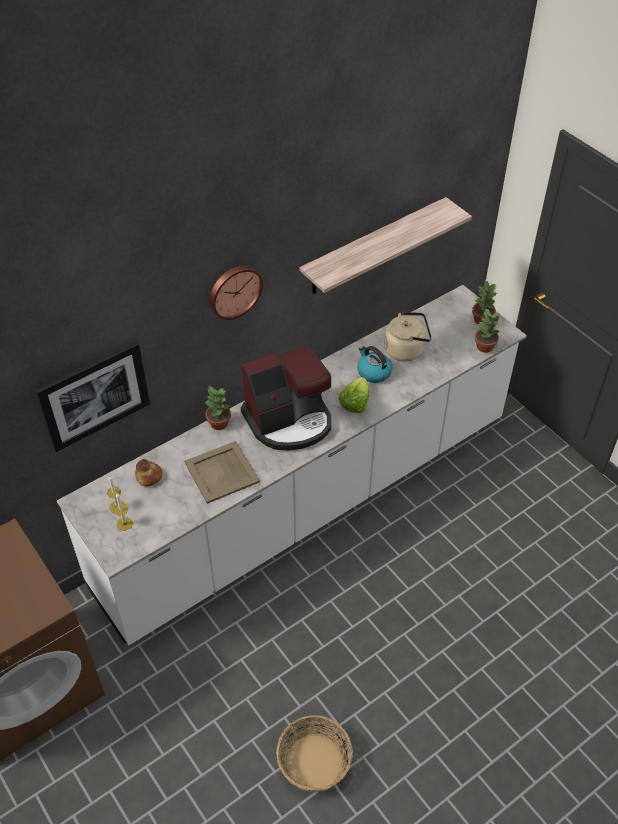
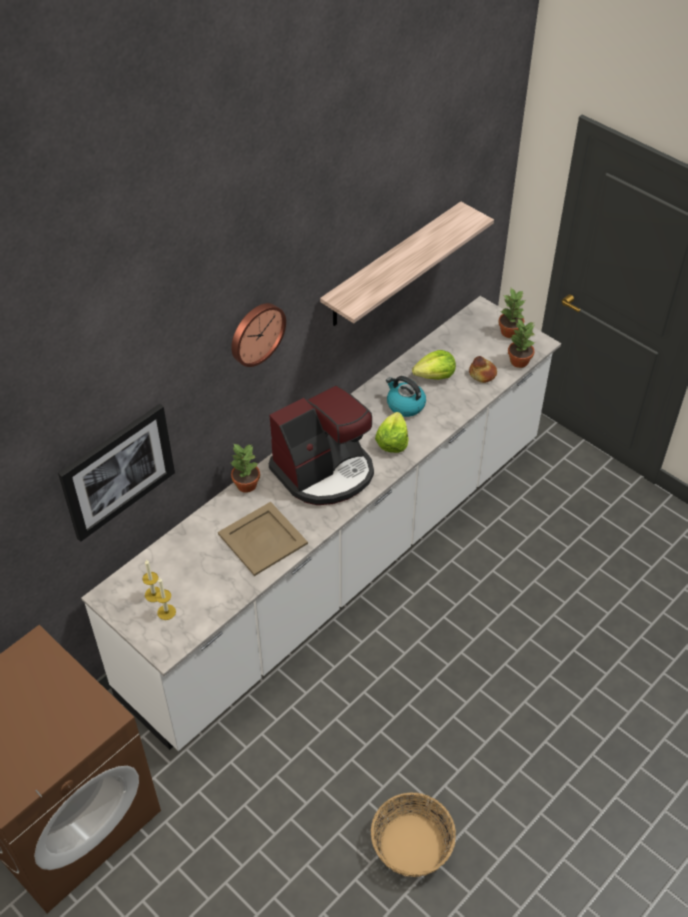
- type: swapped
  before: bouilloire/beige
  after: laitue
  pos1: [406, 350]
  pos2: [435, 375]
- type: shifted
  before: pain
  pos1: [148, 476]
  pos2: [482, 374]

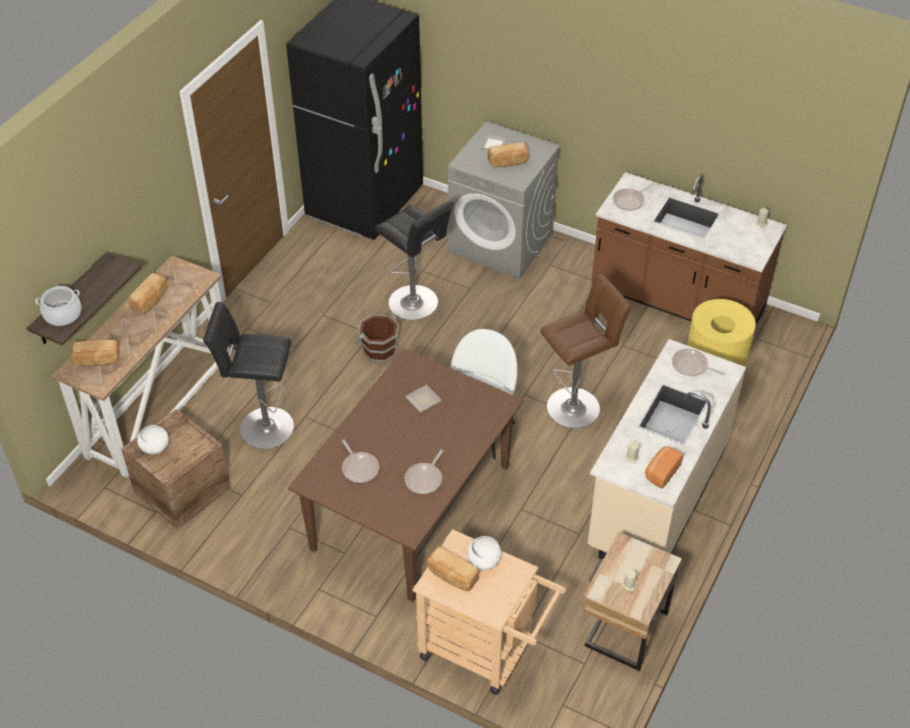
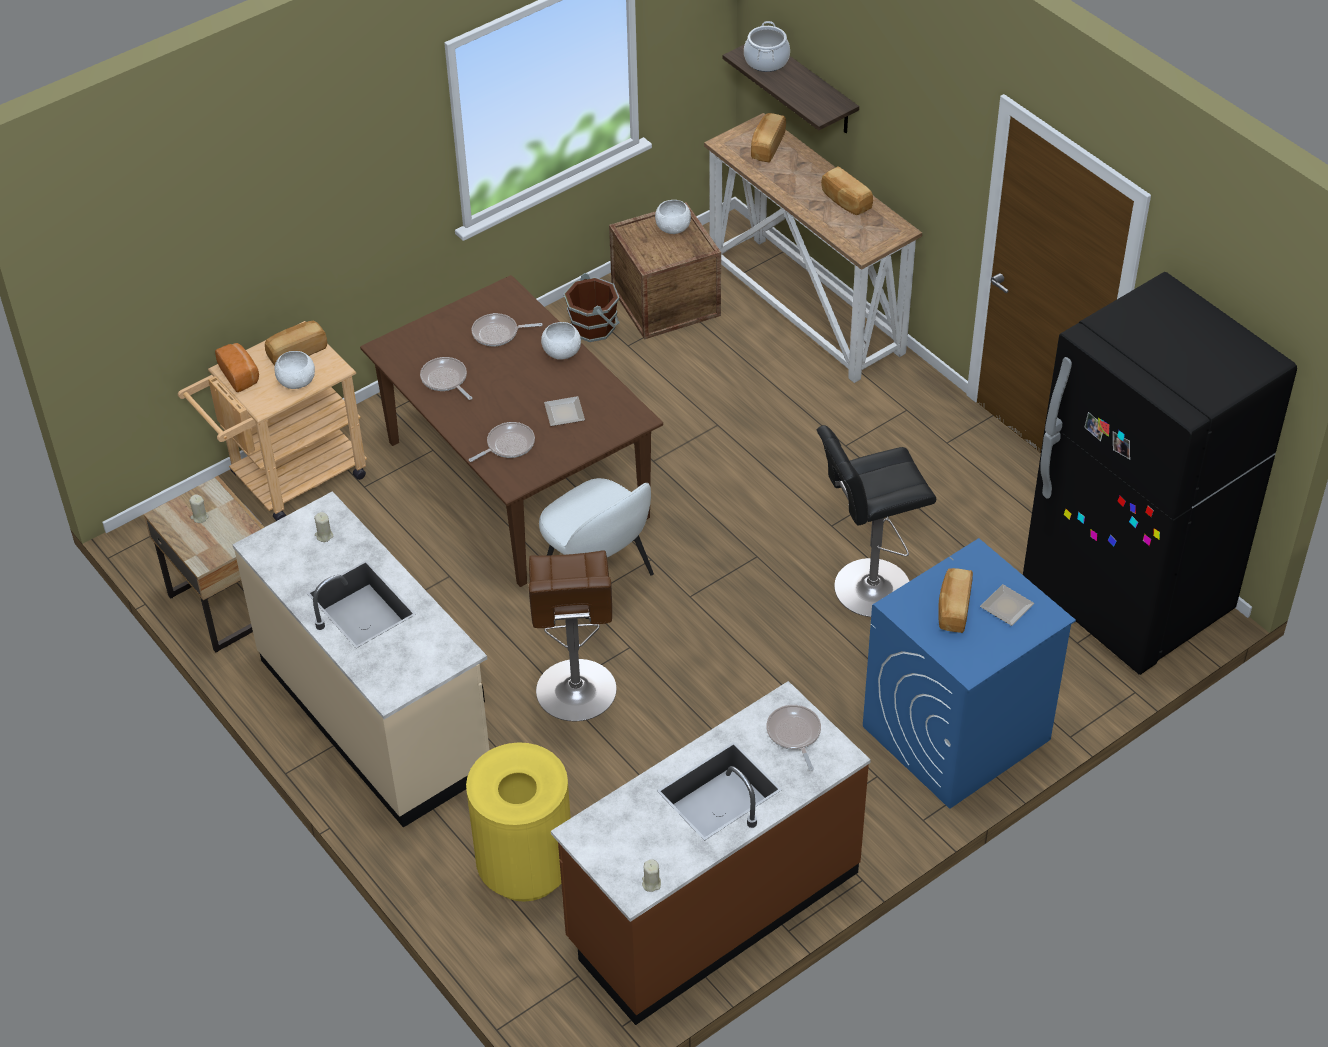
- type: repainted
  before: lave-linge/gris
  after: lave-linge/bleu
  pos1: [501, 243]
  pos2: [955, 734]
- type: gone
  before: tabouret/noir
  pos1: [262, 427]
- type: shifted
  before: seau/marron
  pos1: [379, 350]
  pos2: [593, 326]
- type: shifted
  before: poêle
  pos1: [691, 366]
  pos2: [508, 445]
- type: shifted
  before: pain
  pos1: [661, 472]
  pos2: [240, 375]
- type: new
  after: bol/blanc
  pos2: [561, 352]

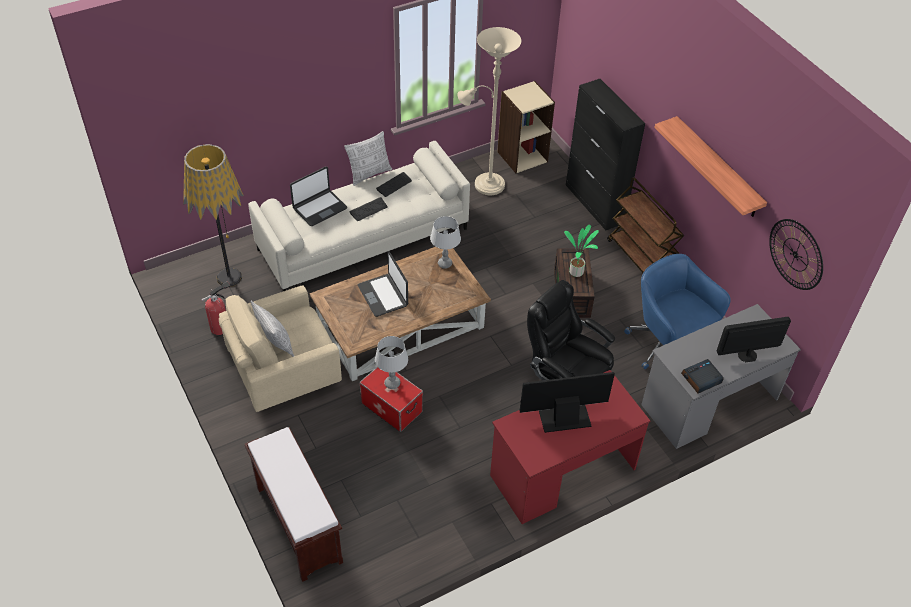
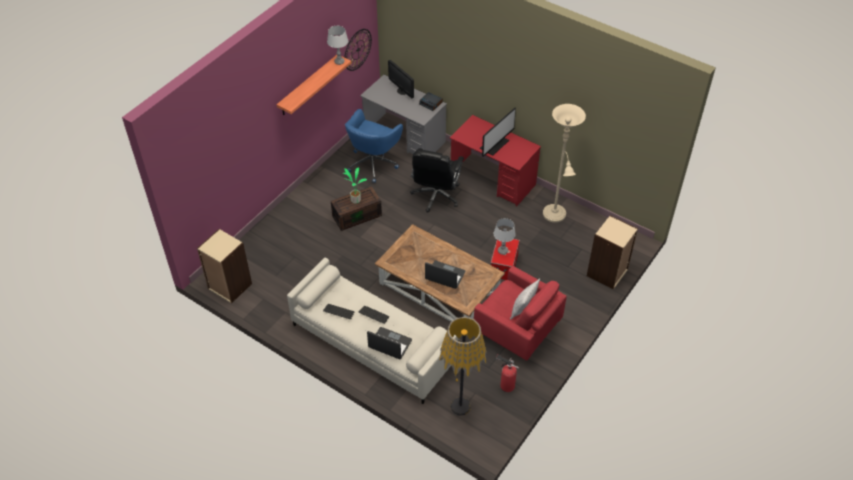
- type: shifted
  before: lampadaire/beige
  pos1: [485, 184]
  pos2: [555, 216]
- type: gone
  before: meuble de rangement/noir
  pos1: [595, 204]
- type: gone
  before: coussin
  pos1: [369, 174]
- type: gone
  before: chariot/marron
  pos1: [640, 258]
- type: shifted
  before: lampe de table/gris
  pos1: [445, 264]
  pos2: [339, 62]
- type: rotated
  before: ordinateur portable
  pos1: [383, 295]
  pos2: [445, 276]
  turn: -105
- type: repainted
  before: fauteuil/beige
  after: fauteuil/rouge
  pos1: [283, 372]
  pos2: [517, 330]
- type: rotated
  before: écran d'ordinateur
  pos1: [564, 417]
  pos2: [494, 144]
  turn: -105
- type: swapped
  before: banc/marron
  after: bibliothèque/beige
  pos1: [297, 524]
  pos2: [607, 273]

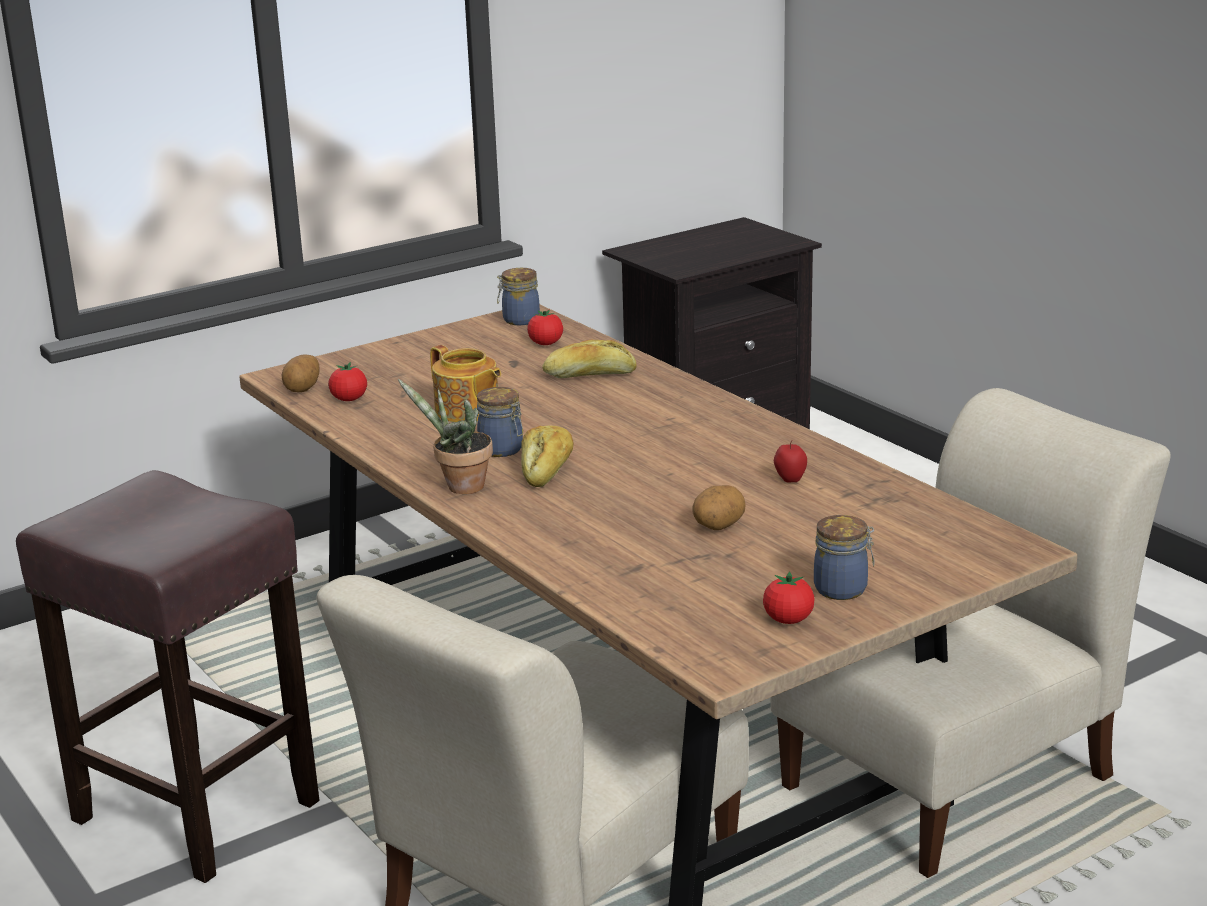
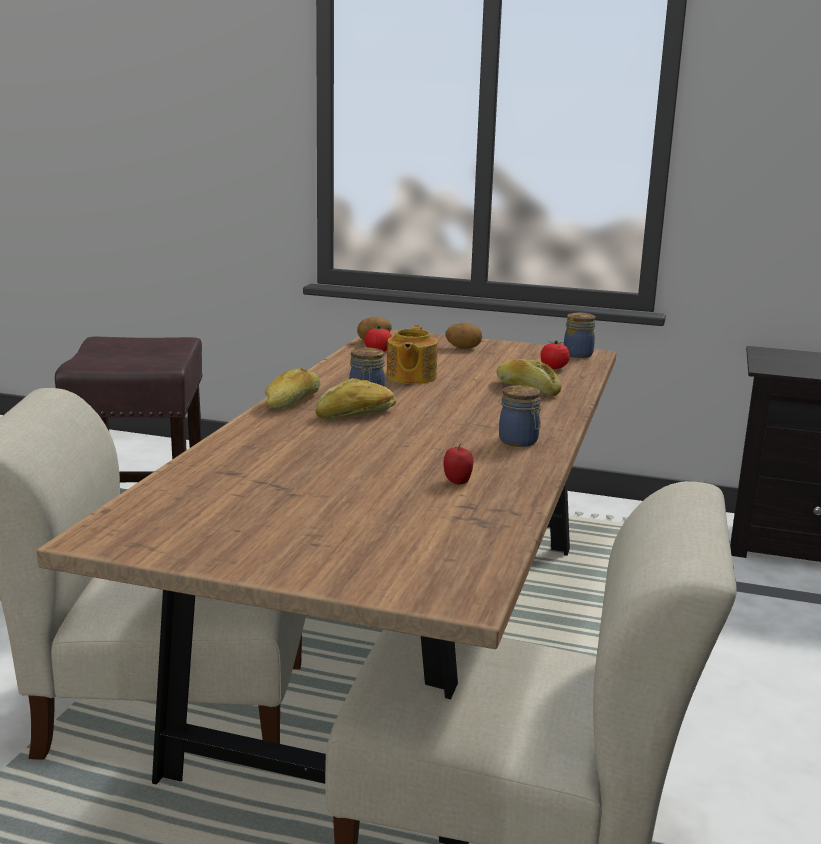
- type: swapped
  before: plante en pot
  after: pain
  pos1: [459, 487]
  pos2: [293, 402]
- type: shifted
  before: pomme de terre
  pos1: [718, 527]
  pos2: [463, 348]
- type: shifted
  before: bocal
  pos1: [843, 589]
  pos2: [519, 441]
- type: gone
  before: tomate
  pos1: [788, 620]

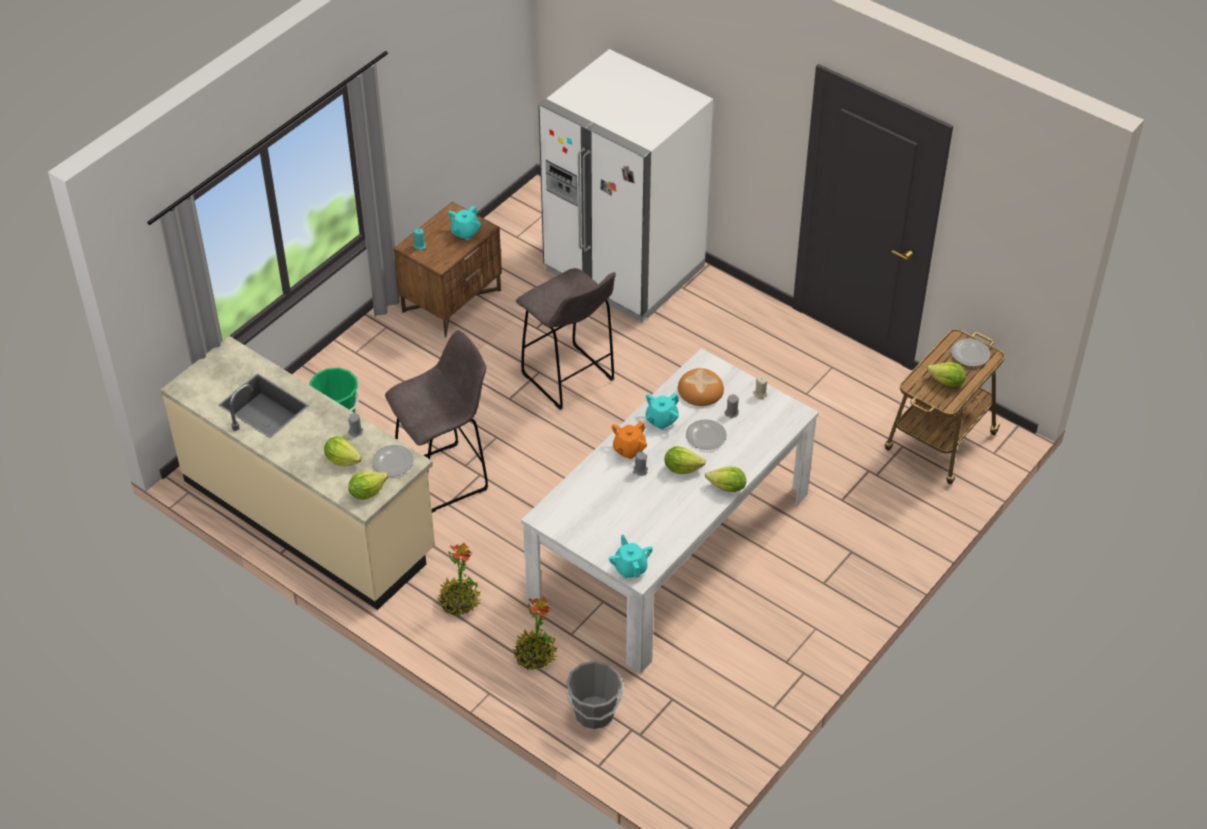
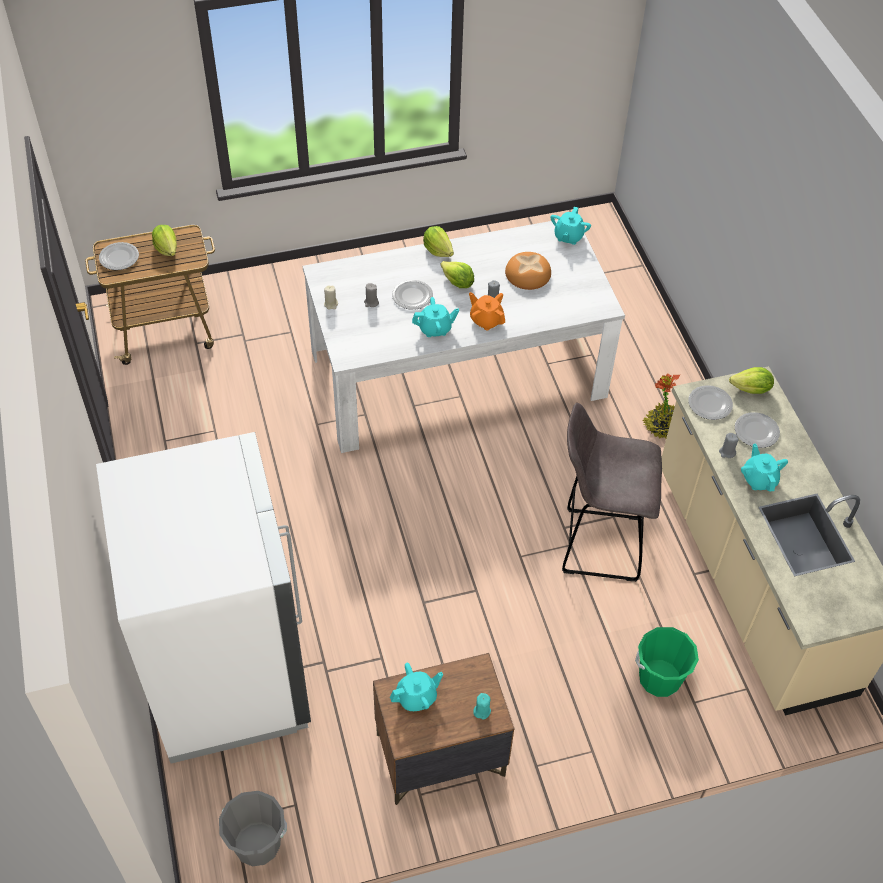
- type: gone
  before: tabouret/gris
  pos1: [569, 378]
- type: shifted
  before: pain
  pos1: [701, 390]
  pos2: [527, 273]
- type: rotated
  before: théière/orange
  pos1: [629, 449]
  pos2: [486, 320]
  turn: -120
- type: swapped
  before: laitue
  after: assiette
  pos1: [342, 459]
  pos2: [756, 432]
- type: gone
  before: plante en pot
  pos1: [534, 656]
- type: shifted
  before: seau/gris
  pos1: [594, 713]
  pos2: [257, 843]
- type: new
  after: théière/turquoise
  pos2: [759, 479]

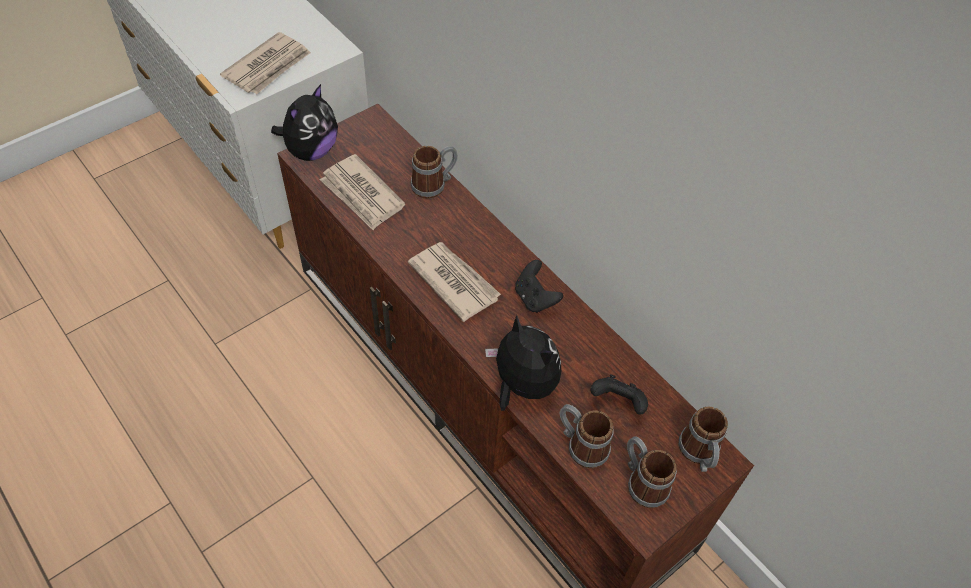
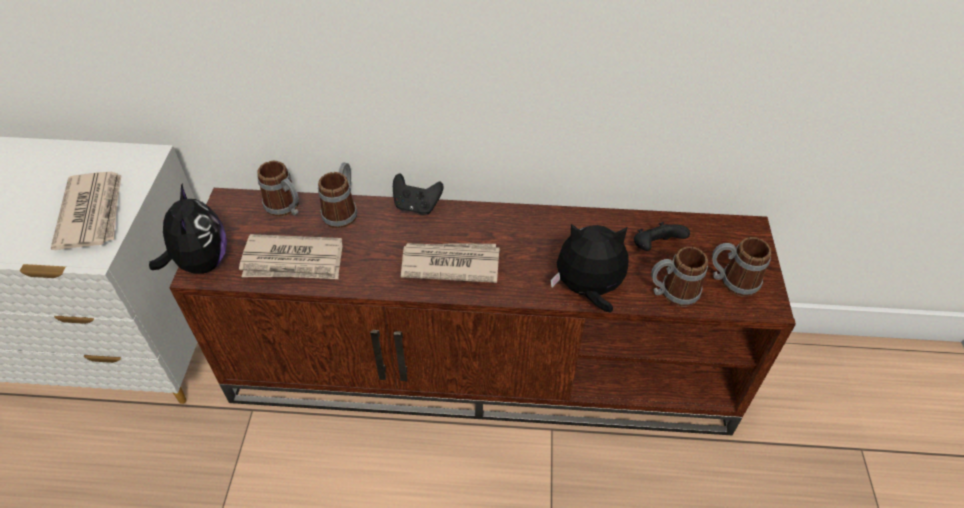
- type: shifted
  before: manette/noir
  pos1: [535, 298]
  pos2: [416, 206]
- type: shifted
  before: mug
  pos1: [699, 454]
  pos2: [286, 208]

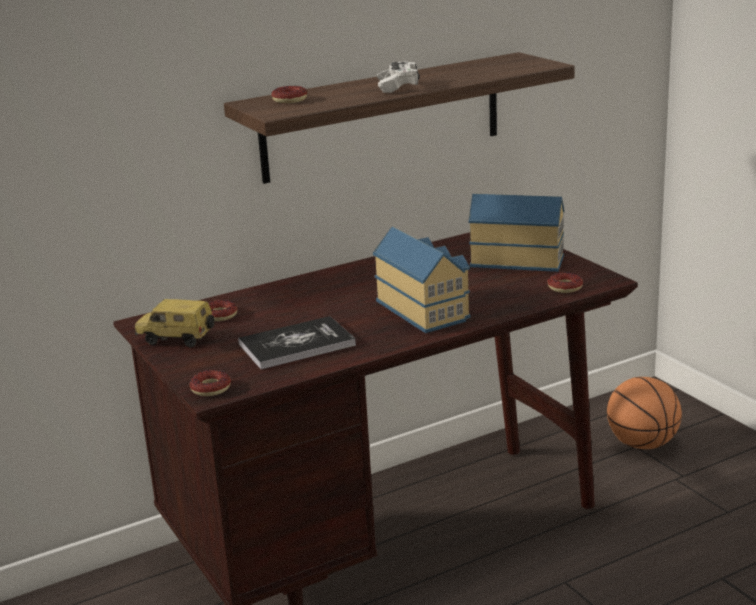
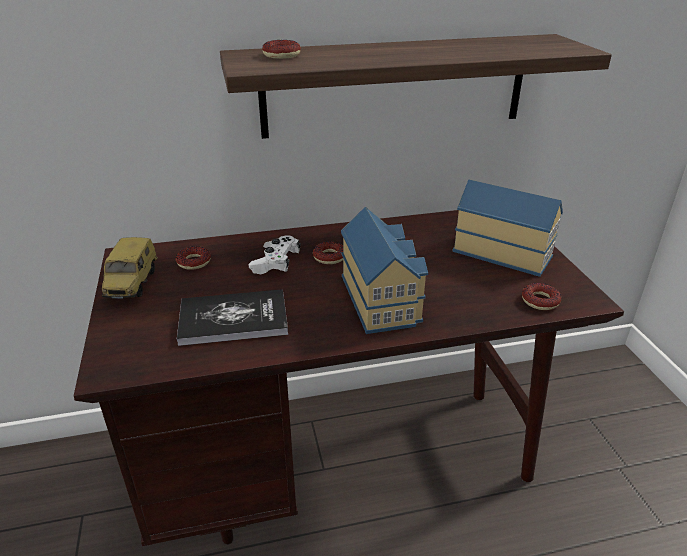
- type: shifted
  before: manette/blanc
  pos1: [398, 87]
  pos2: [276, 263]
- type: rotated
  before: petite voiture
  pos1: [175, 340]
  pos2: [134, 285]
  turn: -120
- type: shifted
  before: beignet
  pos1: [211, 388]
  pos2: [329, 257]
- type: gone
  before: ballon de basket
  pos1: [642, 444]

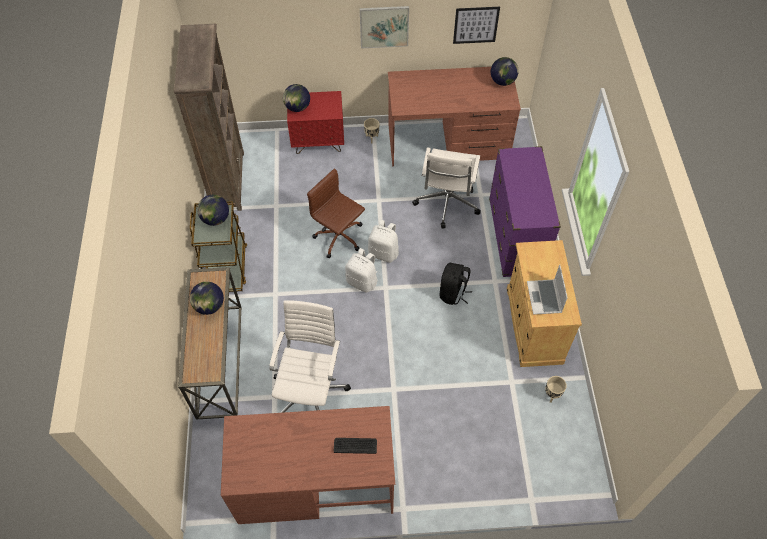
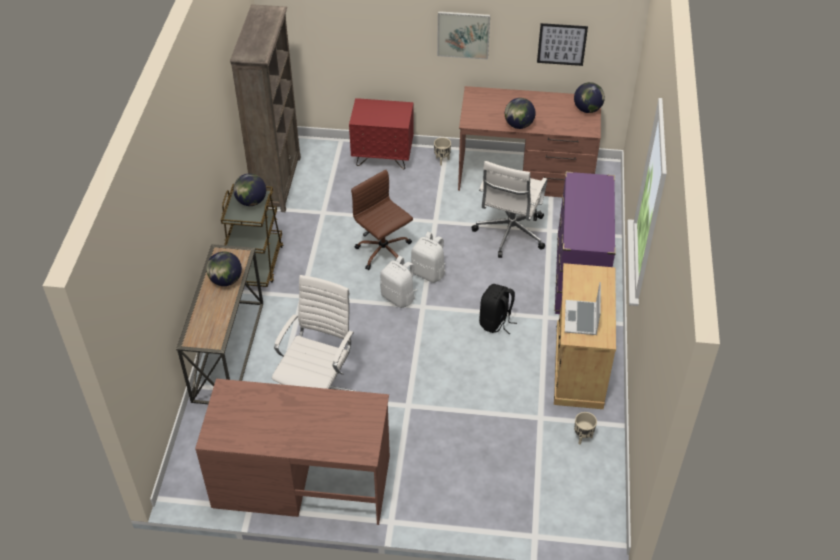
- type: shifted
  before: globe
  pos1: [297, 107]
  pos2: [518, 125]
- type: gone
  before: clavier
  pos1: [355, 445]

